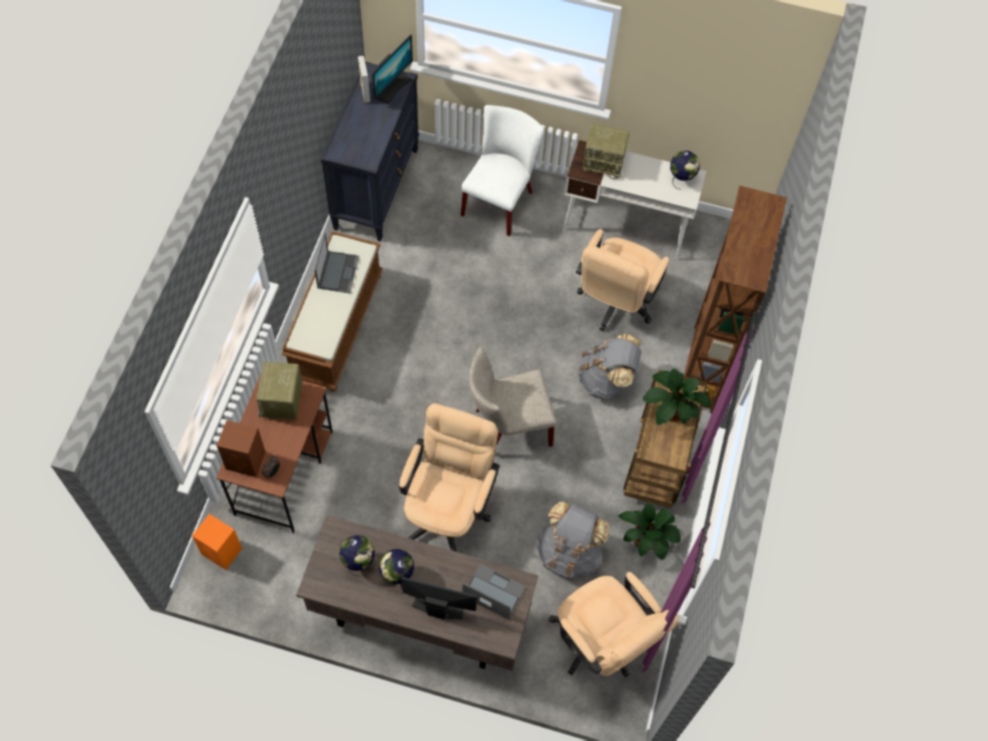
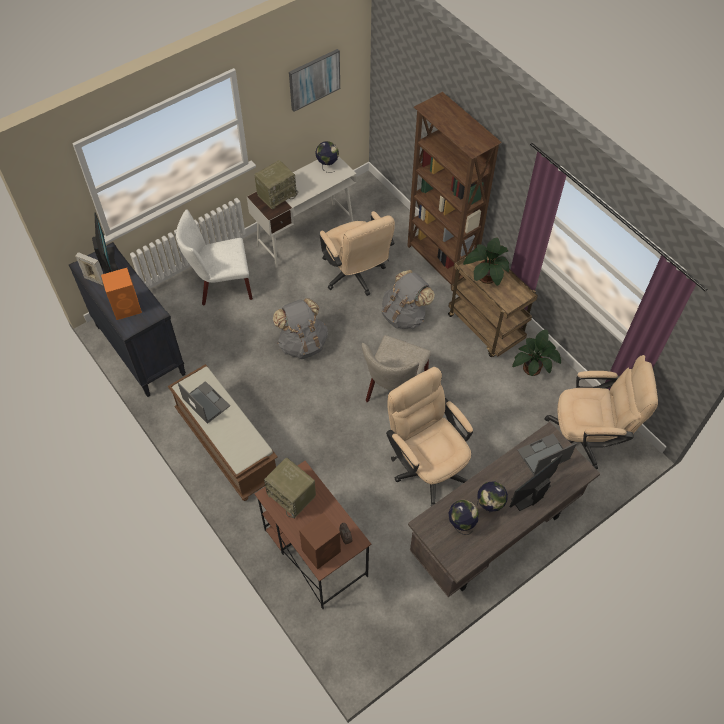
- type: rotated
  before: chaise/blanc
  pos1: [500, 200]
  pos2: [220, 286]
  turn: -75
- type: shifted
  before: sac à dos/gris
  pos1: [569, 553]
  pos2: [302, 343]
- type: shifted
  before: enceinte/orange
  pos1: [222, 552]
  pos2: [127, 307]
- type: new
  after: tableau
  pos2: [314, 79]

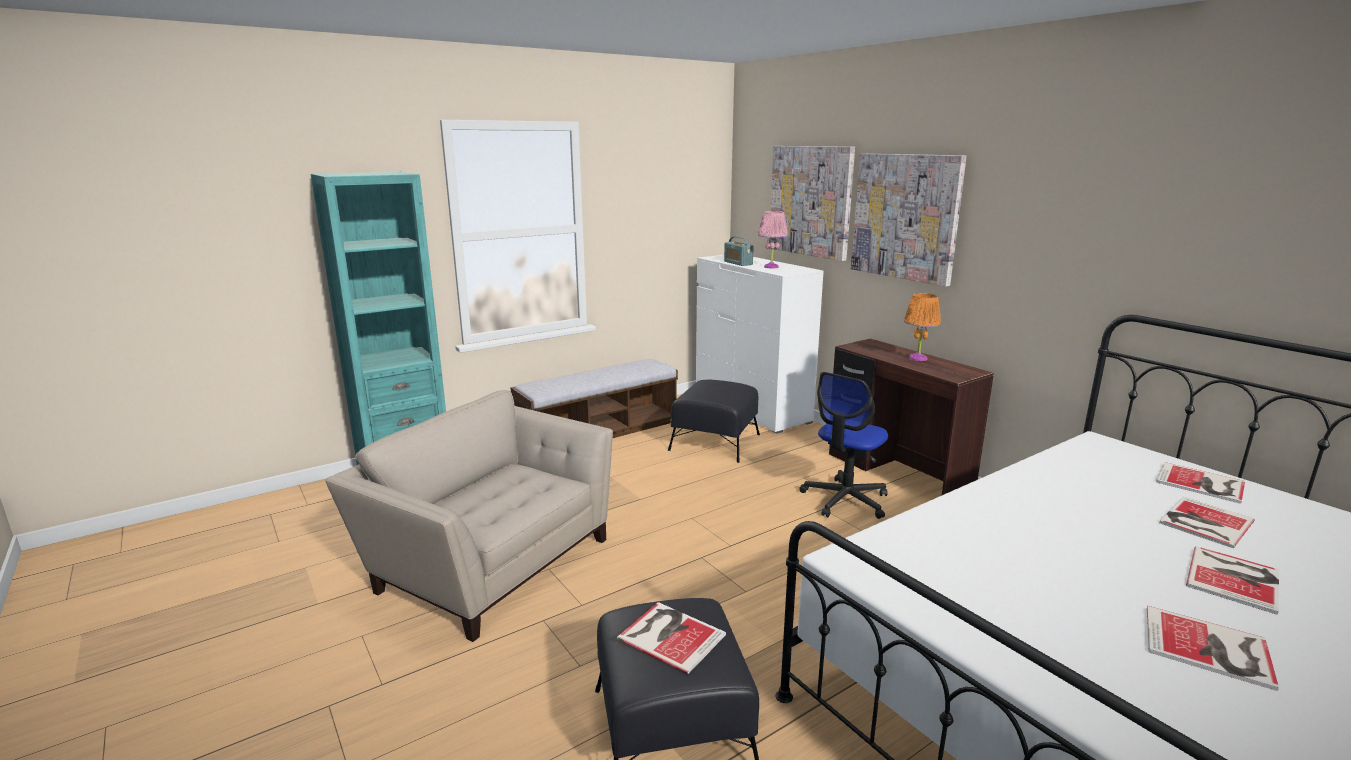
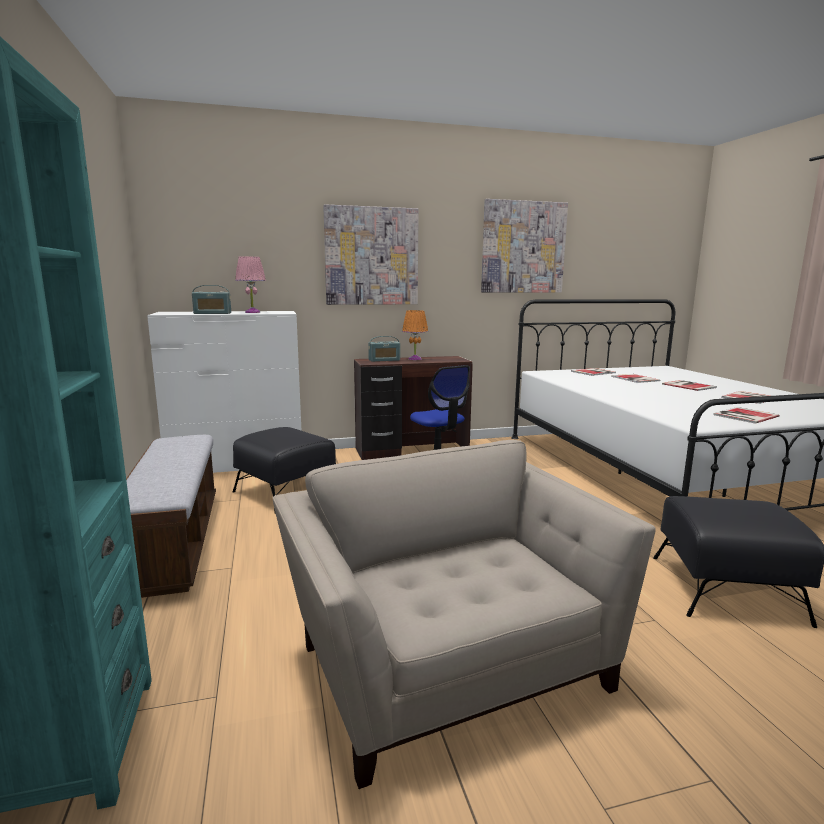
- type: shifted
  before: tableau
  pos1: [811, 201]
  pos2: [523, 247]
- type: rotated
  before: fauteuil/beige
  pos1: [491, 562]
  pos2: [449, 659]
  turn: 105
- type: shifted
  before: livre
  pos1: [670, 635]
  pos2: [744, 415]
- type: new
  after: radio
  pos2: [384, 360]

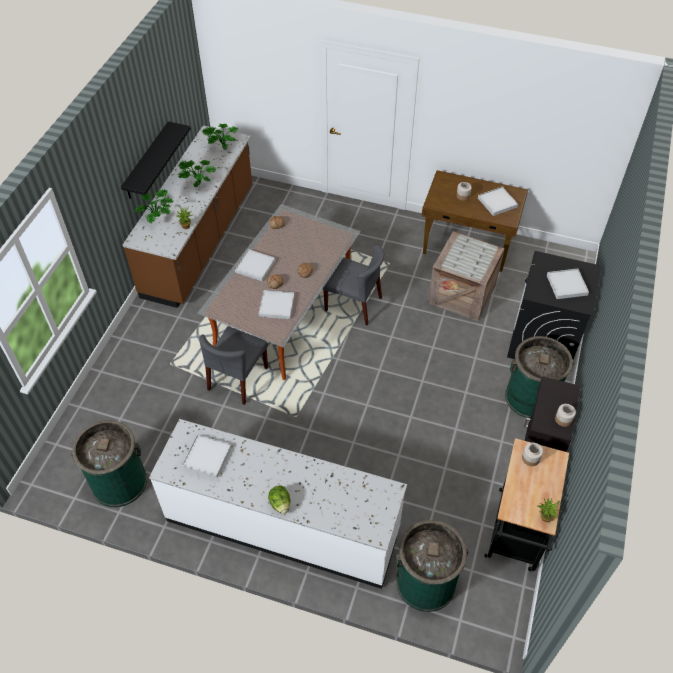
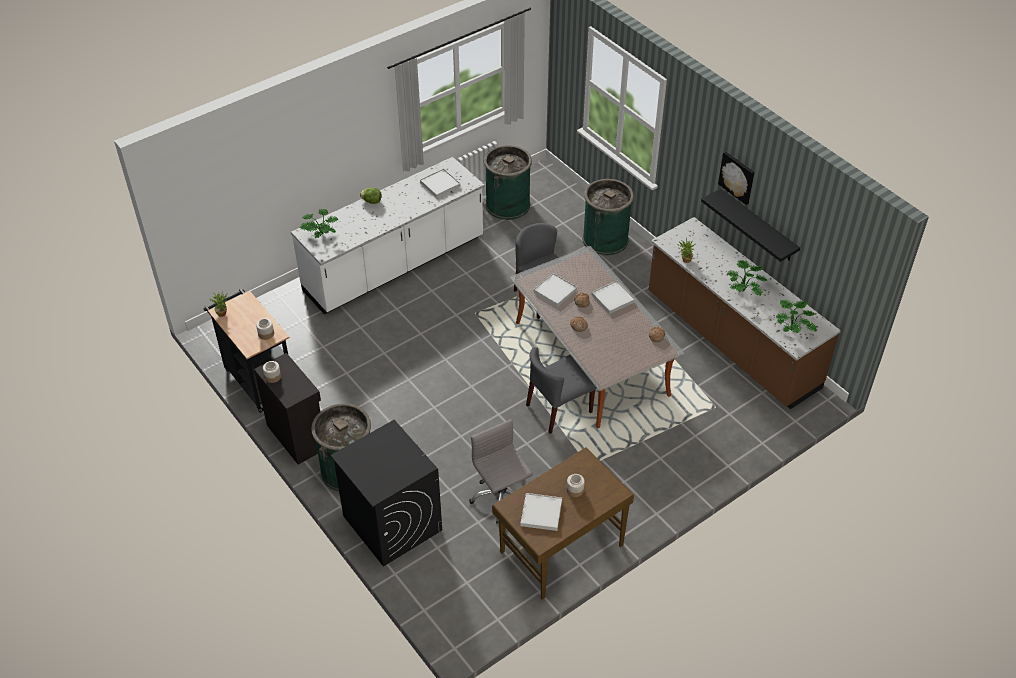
- type: shifted
  before: plante en pot
  pos1: [158, 217]
  pos2: [320, 235]
- type: swapped
  before: caisse
  after: chaise de bureau/gris
  pos1: [461, 294]
  pos2: [501, 497]
- type: gone
  before: plateau/blanc
  pos1: [566, 285]
- type: shifted
  before: poubelle/vert
  pos1: [425, 582]
  pos2: [605, 239]
- type: new
  after: tableau
  pos2: [737, 177]

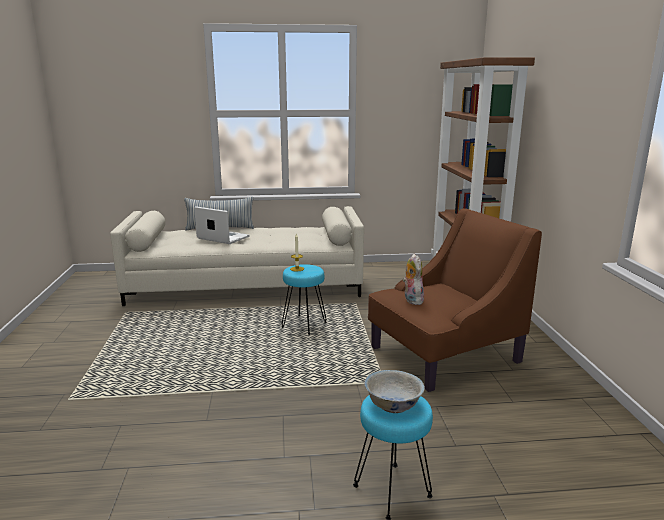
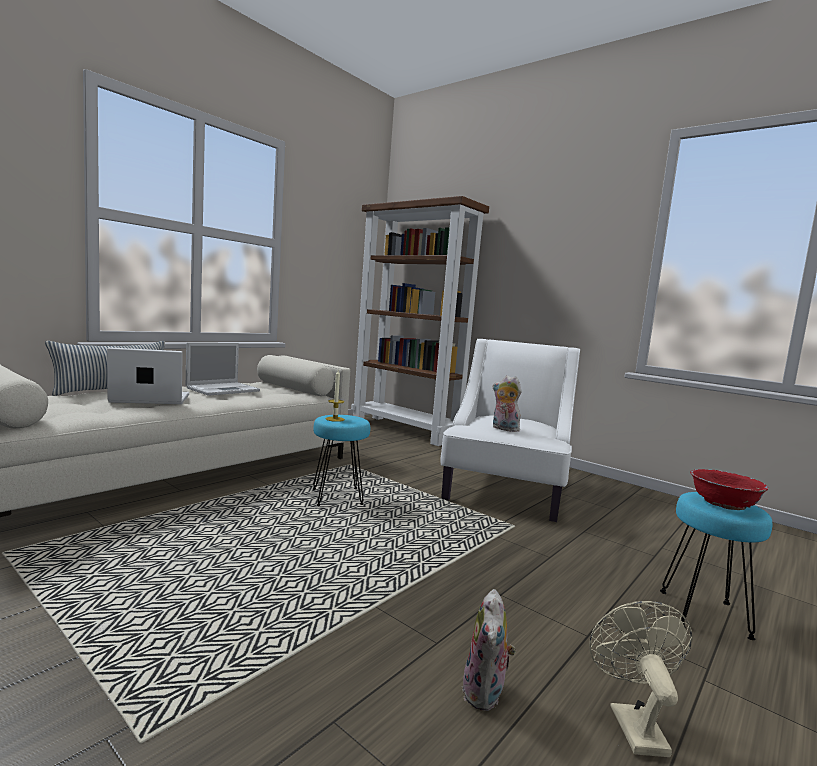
- type: repainted
  before: fauteuil/marron
  after: fauteuil/blanc
  pos1: [443, 354]
  pos2: [505, 489]
- type: repainted
  before: bol/blanc
  after: bol/rouge
  pos1: [393, 404]
  pos2: [723, 504]
- type: new
  after: ordinateur portable
  pos2: [224, 389]
- type: new
  after: peluche
  pos2: [485, 694]
- type: new
  after: ventilateur/beige
  pos2: [632, 723]

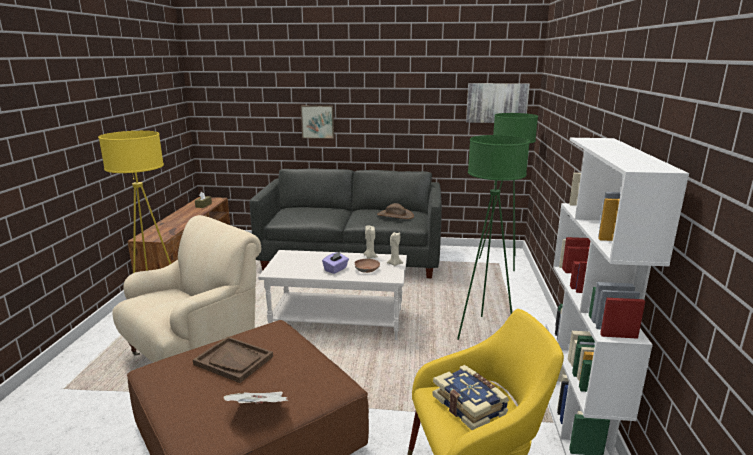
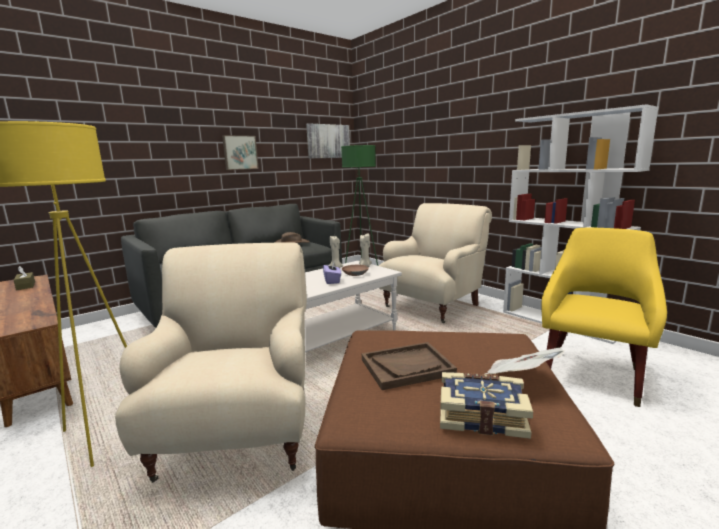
- type: shifted
  before: tableau
  pos1: [318, 121]
  pos2: [240, 152]
- type: swapped
  before: lampadaire/vert
  after: fauteuil/beige
  pos1: [483, 332]
  pos2: [432, 306]
- type: shifted
  before: livre
  pos1: [470, 405]
  pos2: [481, 415]

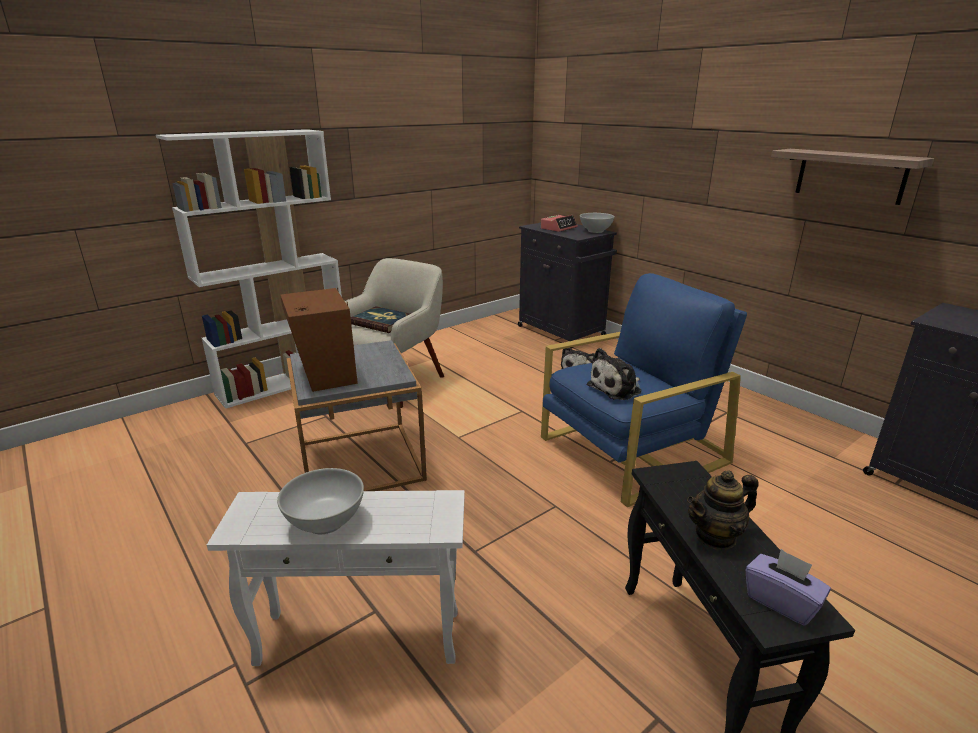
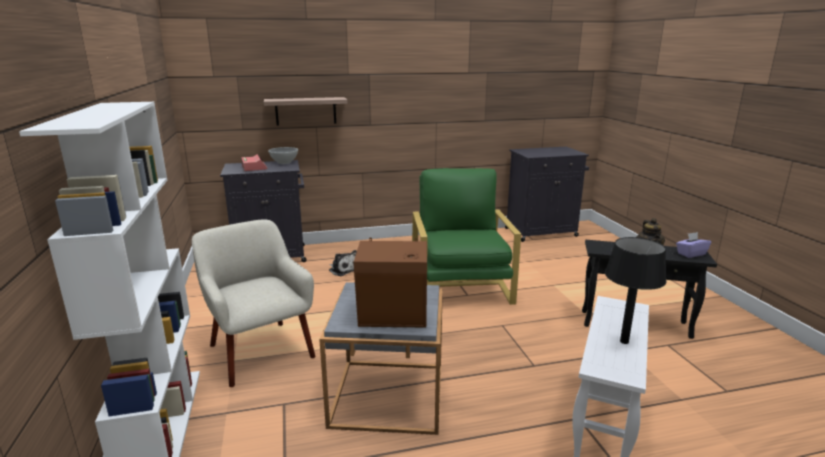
- type: shifted
  before: étagère
  pos1: [850, 175]
  pos2: [306, 111]
- type: repainted
  before: fauteuil/bleu
  after: fauteuil/vert
  pos1: [631, 450]
  pos2: [460, 285]
- type: gone
  before: livre
  pos1: [382, 322]
- type: gone
  before: peluche
  pos1: [617, 388]
- type: swapped
  before: bol/blanc
  after: lampe de table/noir
  pos1: [325, 522]
  pos2: [624, 342]

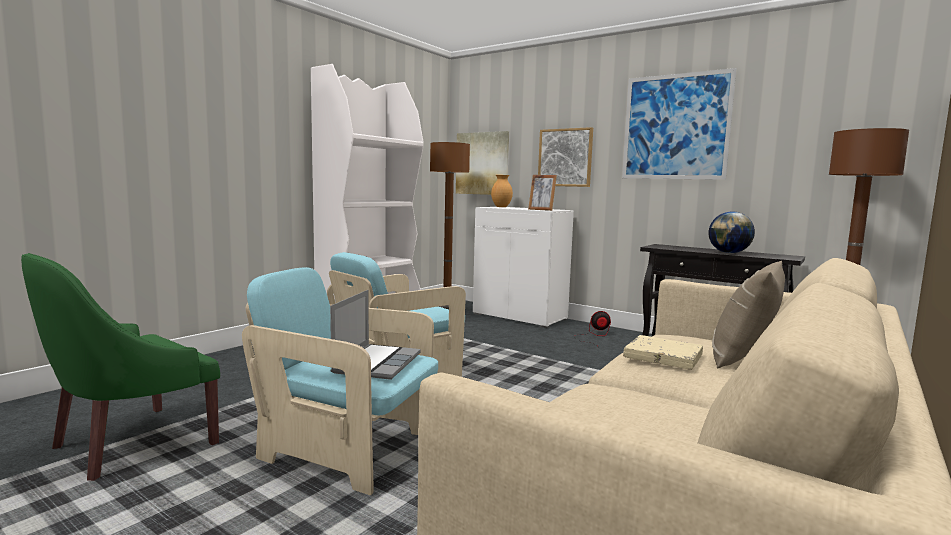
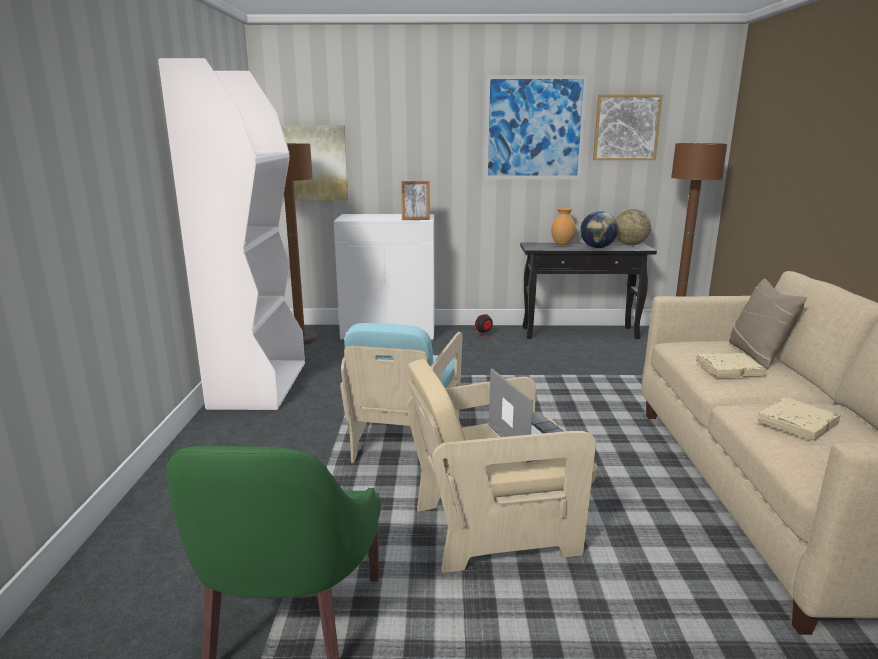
- type: shifted
  before: tableau
  pos1: [565, 157]
  pos2: [626, 127]
- type: shifted
  before: vase/marron
  pos1: [501, 207]
  pos2: [562, 244]
- type: repainted
  before: fauteuil/turquoise
  after: fauteuil/beige
  pos1: [346, 450]
  pos2: [495, 528]
- type: new
  after: globe
  pos2: [630, 244]
- type: new
  after: livre/beige
  pos2: [797, 423]

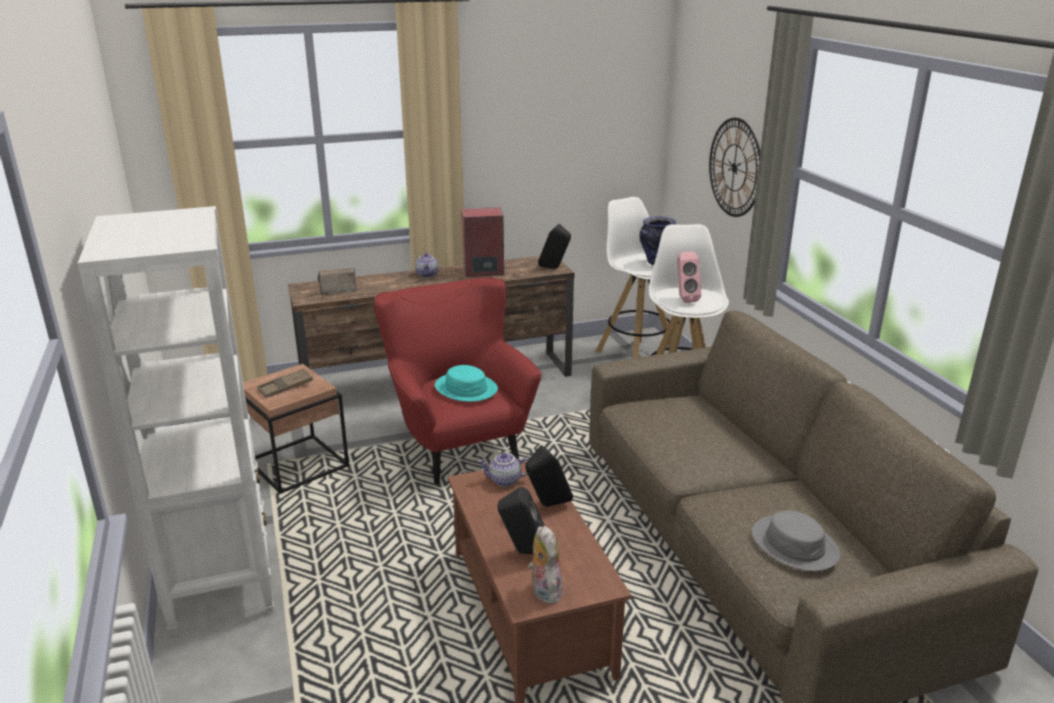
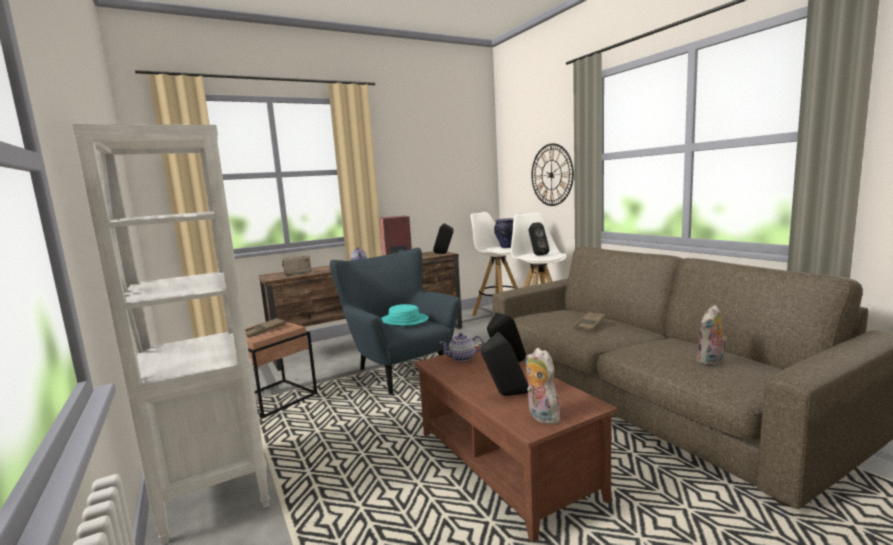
- type: repainted
  before: enceinte/rose
  after: enceinte/noir
  pos1: [684, 299]
  pos2: [537, 255]
- type: repainted
  before: fauteuil/rouge
  after: fauteuil/bleu
  pos1: [457, 444]
  pos2: [398, 370]
- type: swapped
  before: chapeau/gris
  after: peluche
  pos1: [794, 544]
  pos2: [711, 362]
- type: new
  after: plateau/marron
  pos2: [590, 324]

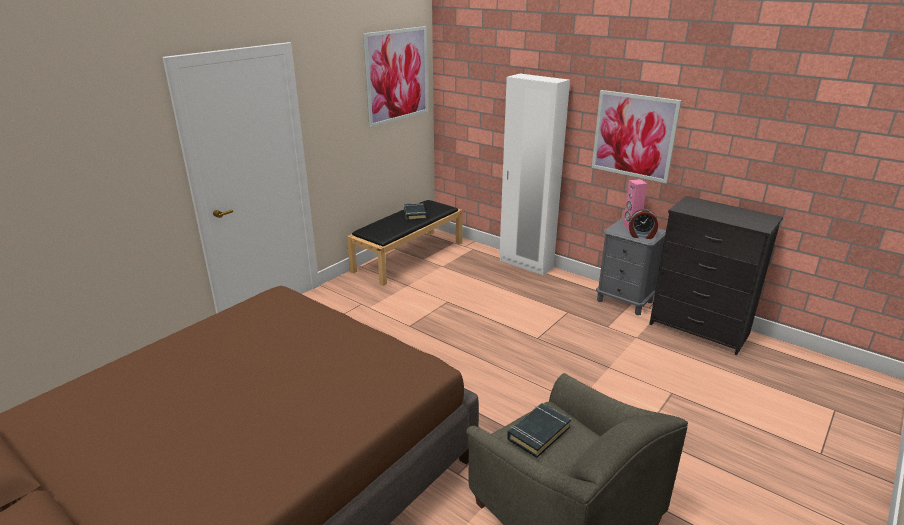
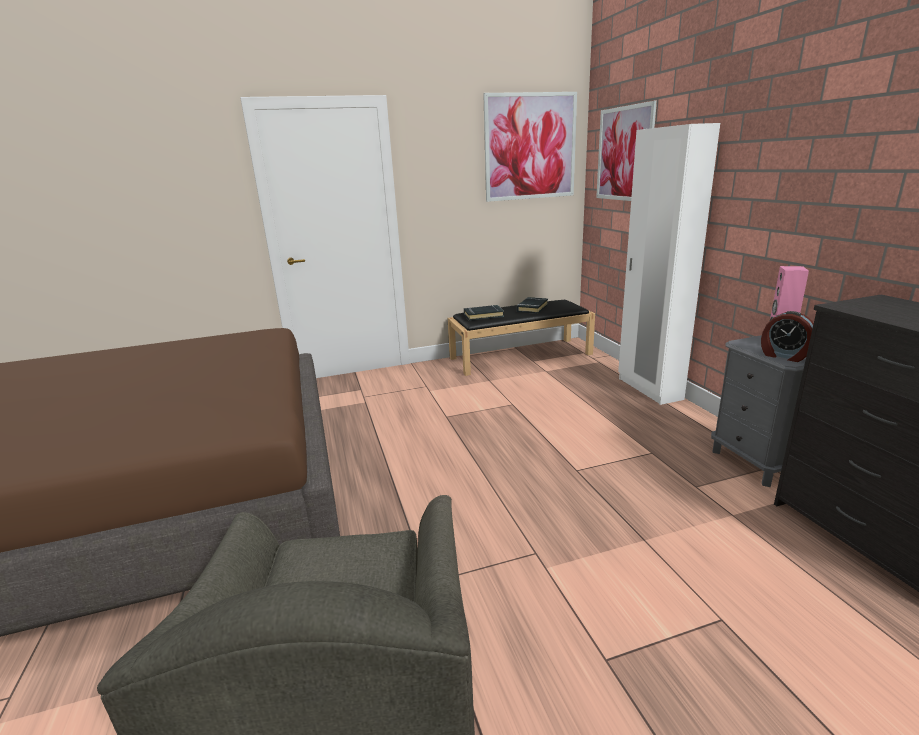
- type: shifted
  before: tableau
  pos1: [634, 136]
  pos2: [624, 154]
- type: shifted
  before: livre/noir
  pos1: [538, 433]
  pos2: [483, 315]

